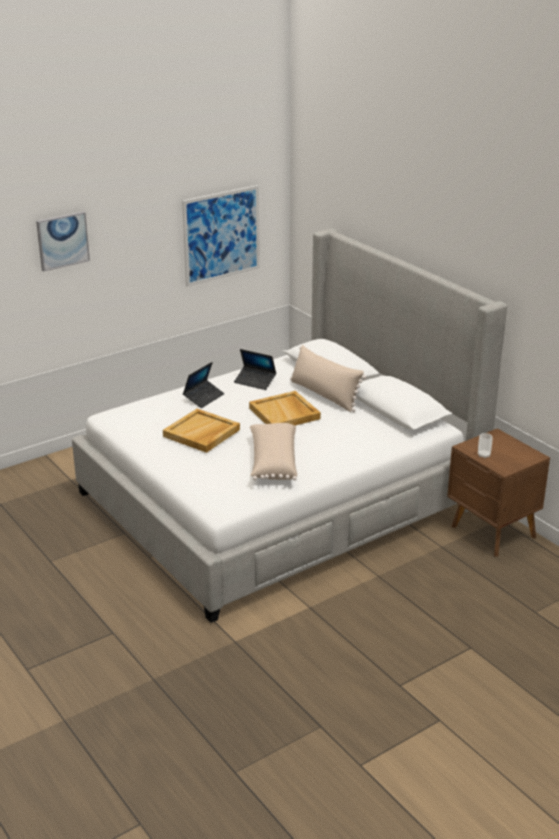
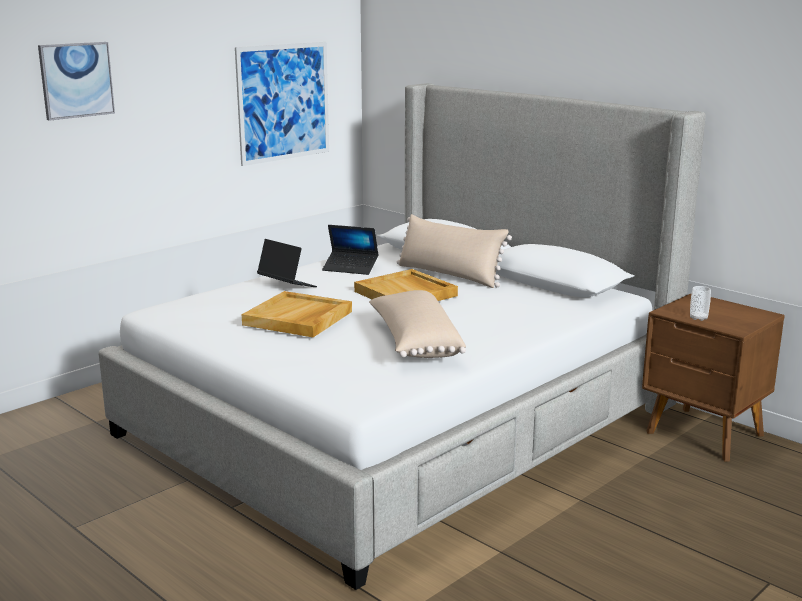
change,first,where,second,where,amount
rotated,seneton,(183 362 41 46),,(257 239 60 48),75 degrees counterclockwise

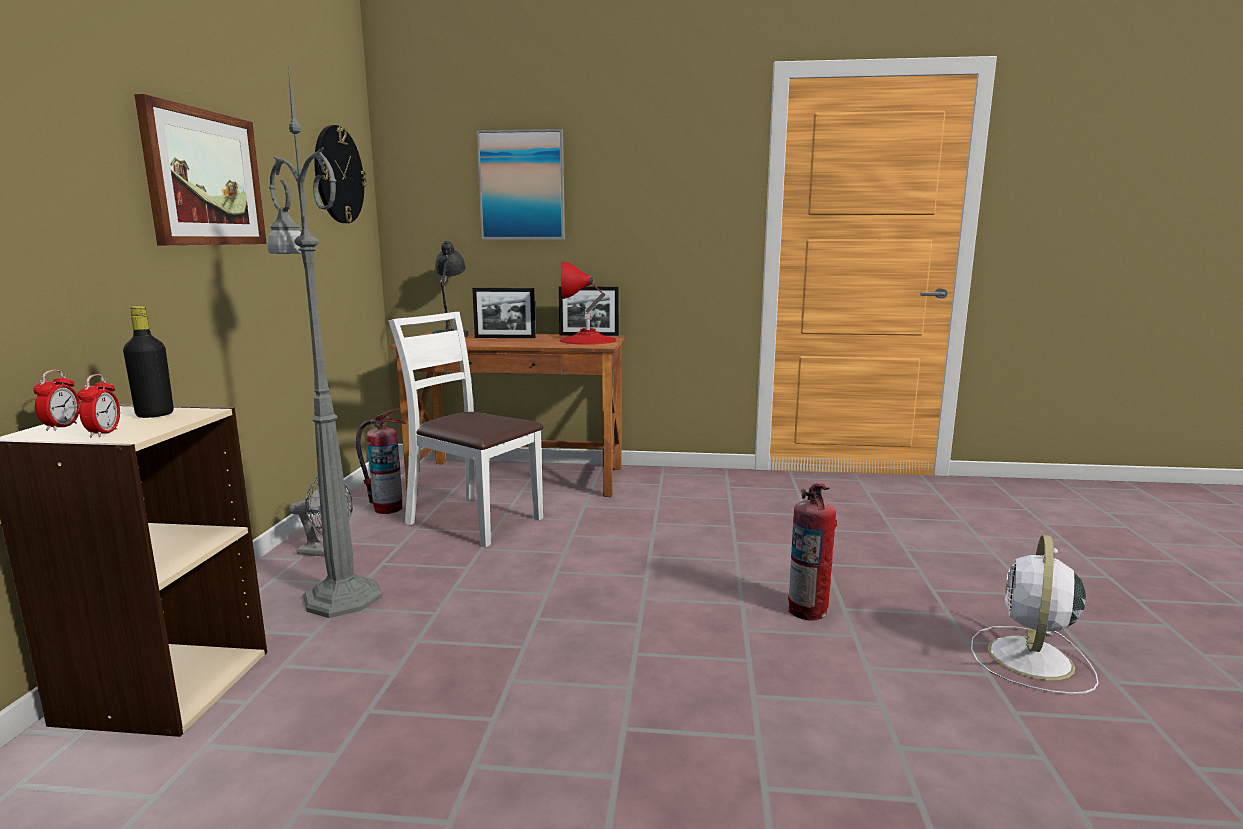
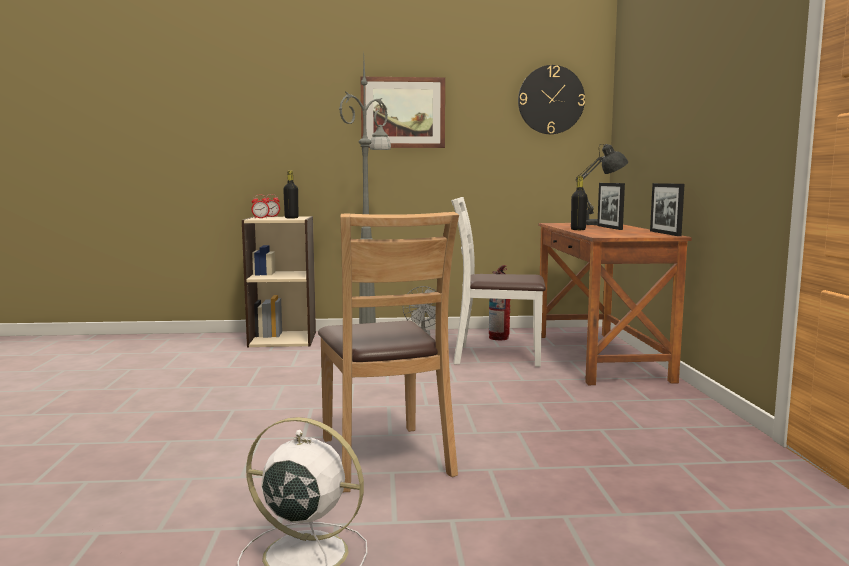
change,first,where,second,where,amount
swapped,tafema,(788 483 49 138),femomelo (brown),(318 212 141 280),
rotated,femomelo (white),(388 312 156 235),,(451 197 95 170),105 degrees counterclockwise
new,,,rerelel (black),(571 176 16 54),
gone,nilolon,(476 129 89 110),,,
gone,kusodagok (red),(560 261 57 84),,,

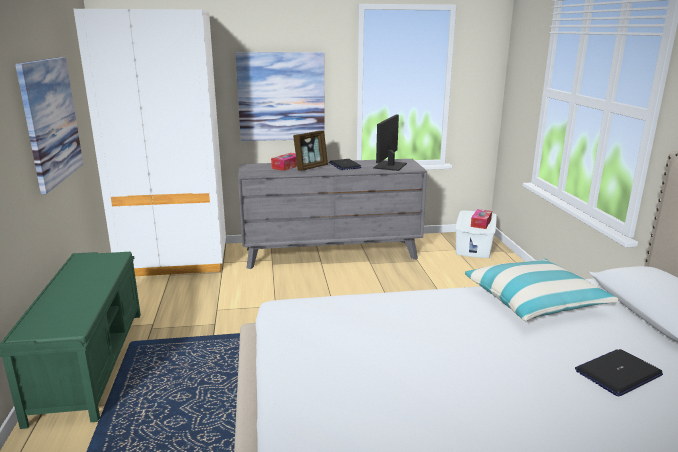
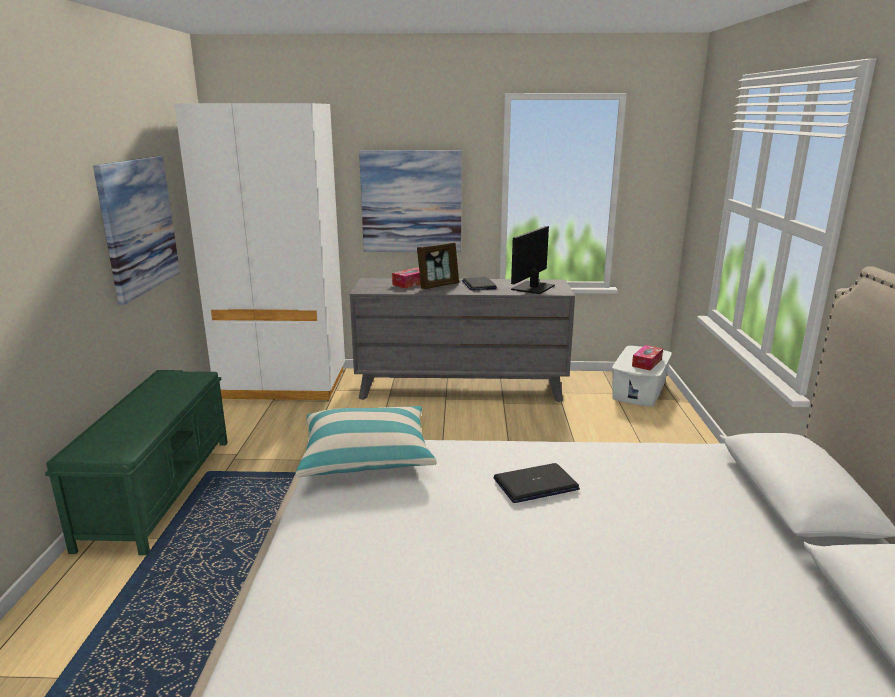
change,first,where,second,where,amount
shifted,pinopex,(465 259 154 62),,(296 406 141 71),
shifted,seneton,(575 349 88 47),,(494 463 86 40),

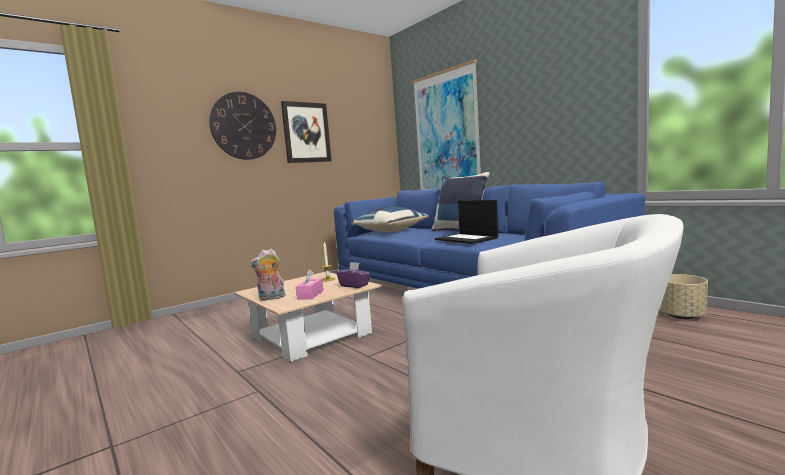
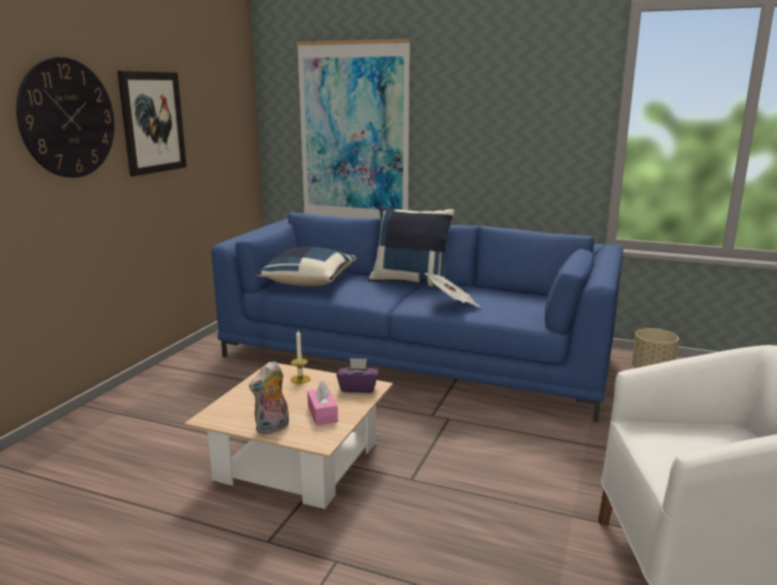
change,first,where,second,where,amount
swapped,seneton,(435 200 63 44),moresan,(425 273 55 34),

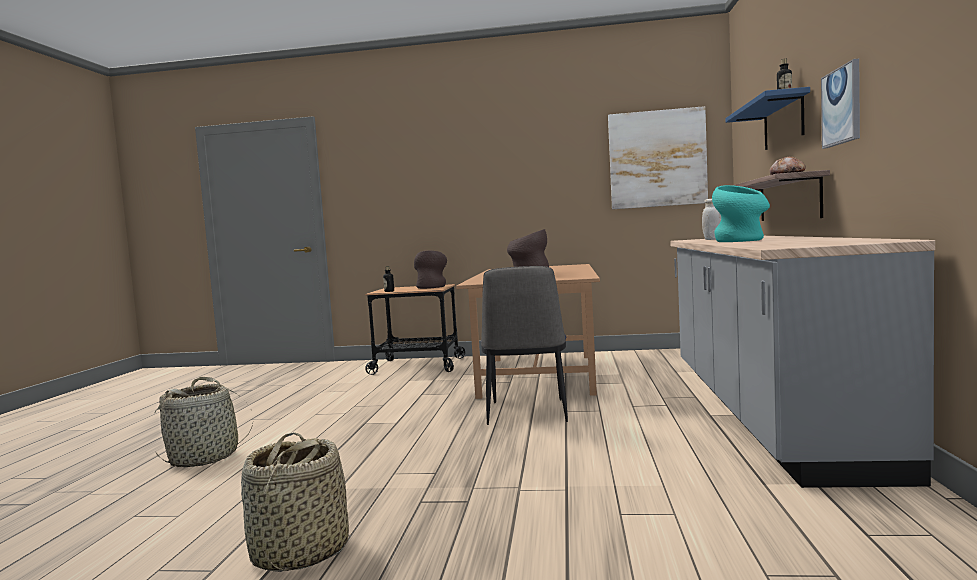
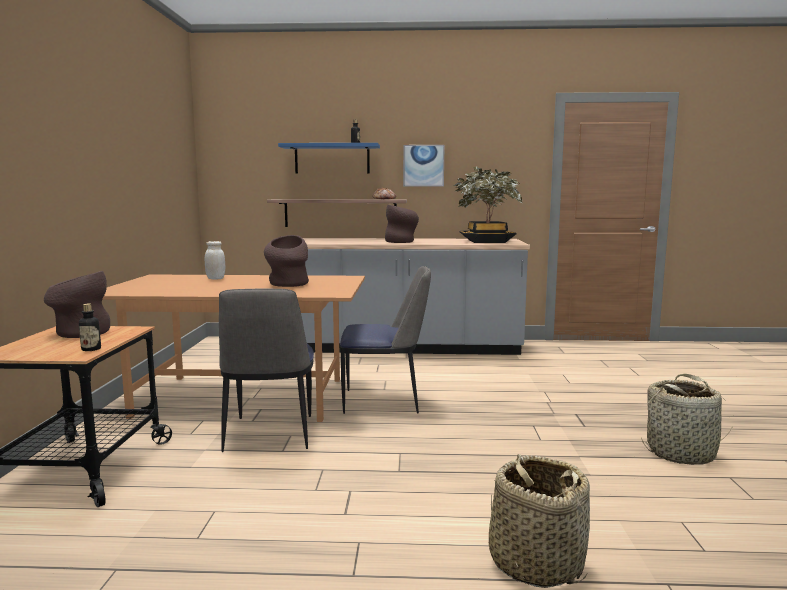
change,first,where,second,where,amount
shifted,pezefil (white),(702 199 19 41),,(205 241 20 39),
new,,,femomelo,(219 289 95 163),
repainted,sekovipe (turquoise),(712 185 58 57),sekovipe (brown),(385 205 34 38),
new,,,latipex,(454 166 69 77),
gone,nilolon,(608 106 100 103),,,

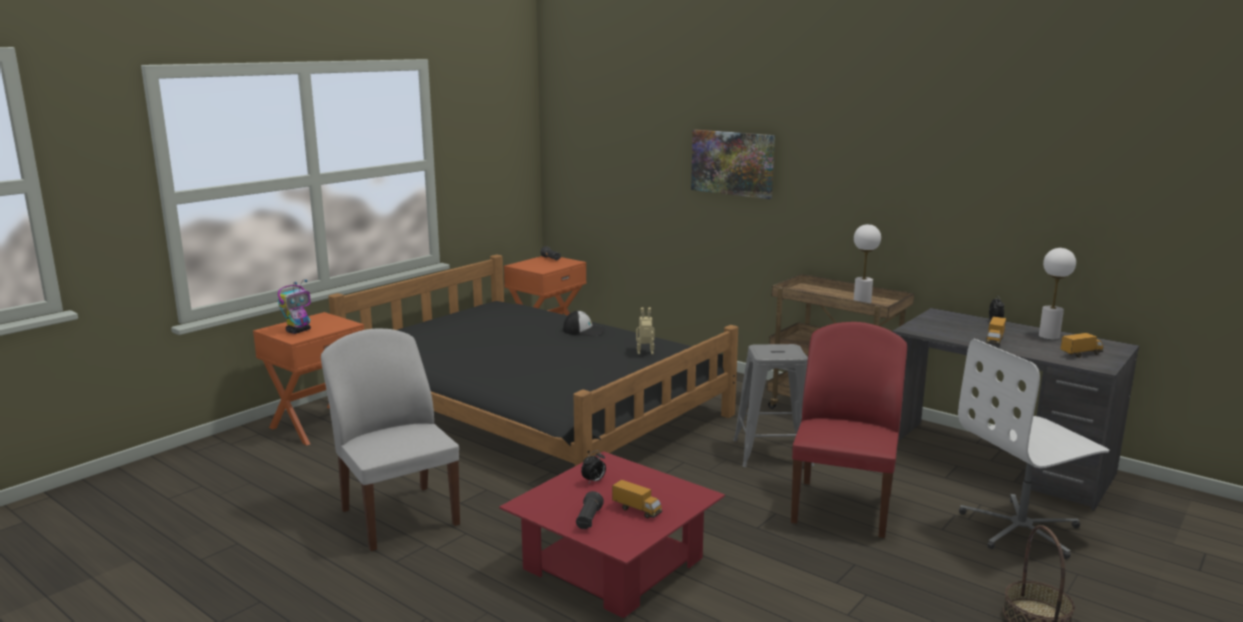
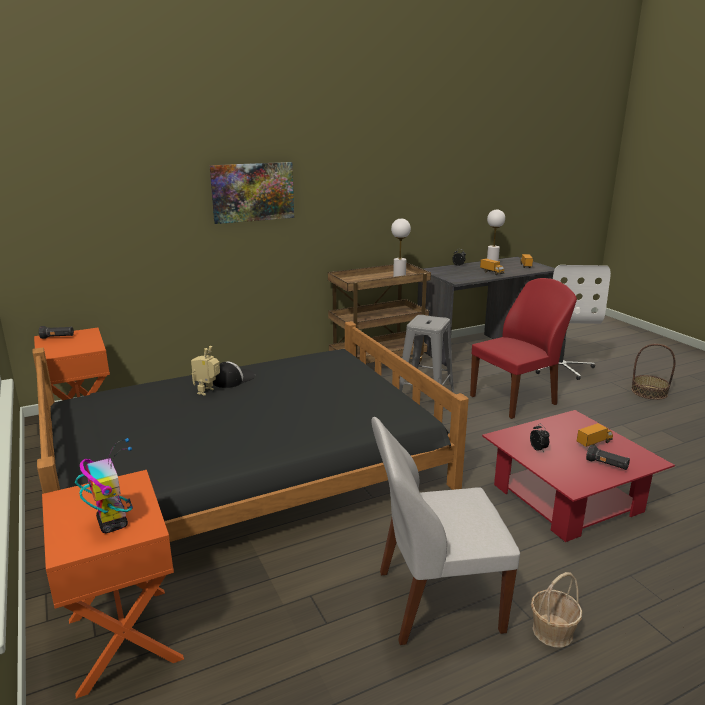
change,first,where,second,where,amount
shifted,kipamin,(636 307 19 47),,(191 346 29 50),
rotated,femomelo (red),(791 322 116 216),,(470 278 107 141),105 degrees clockwise
new,,,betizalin,(531 572 51 75),

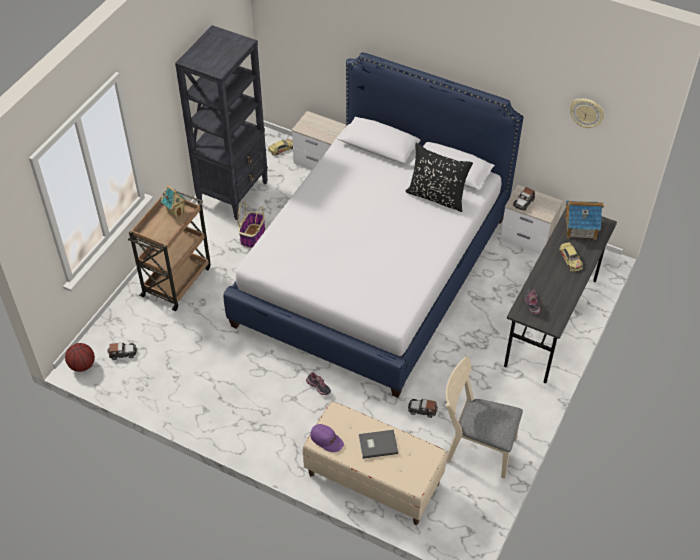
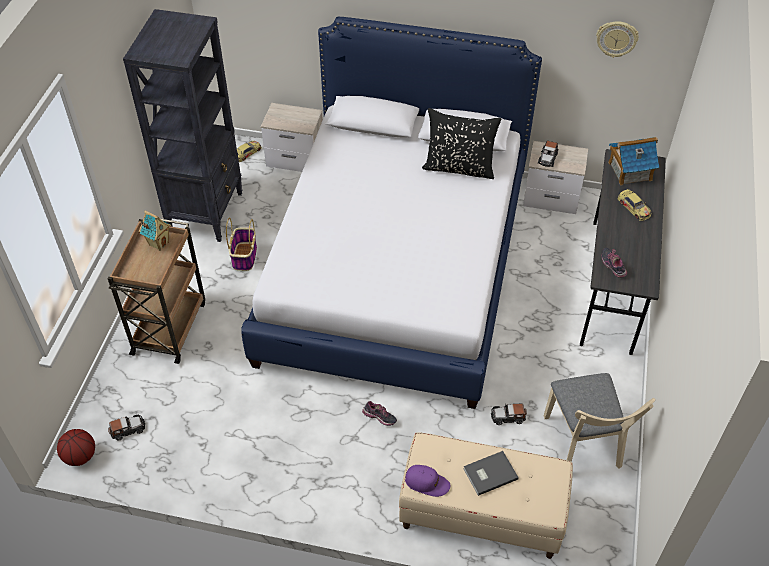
change,first,where,second,where,amount
rotated,femomelo (beige),(446 356 77 123),,(544 373 112 96),105 degrees counterclockwise

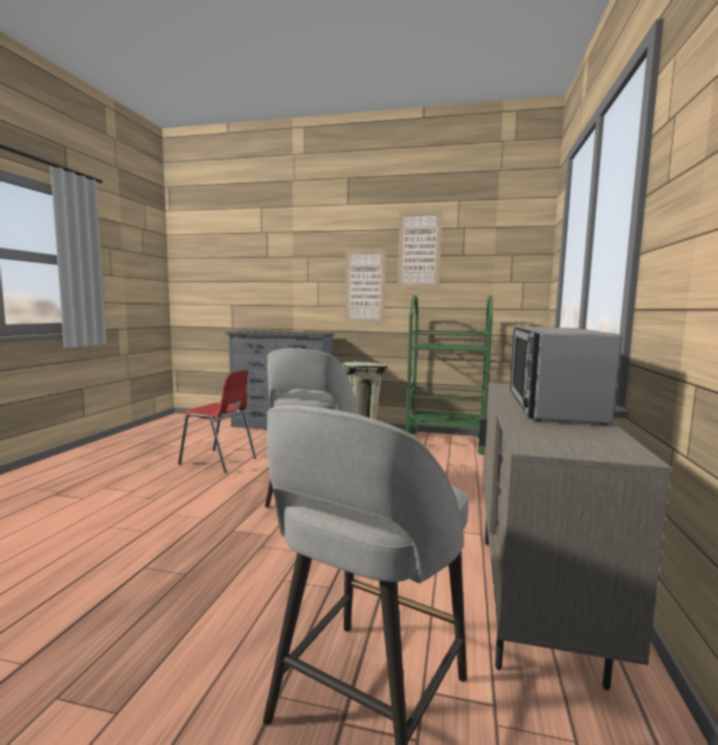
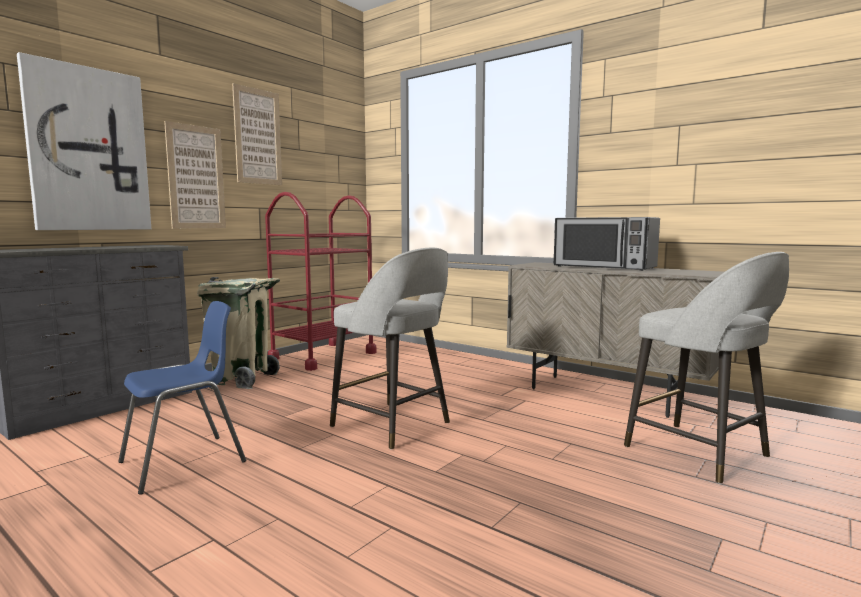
change,first,where,second,where,amount
new,,,nilolon,(17 52 134 178),
repainted,femomelo (red),(178 370 78 103),femomelo (blue),(118 301 128 194),
repainted,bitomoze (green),(406 295 87 160),bitomoze (red),(265 192 112 179),

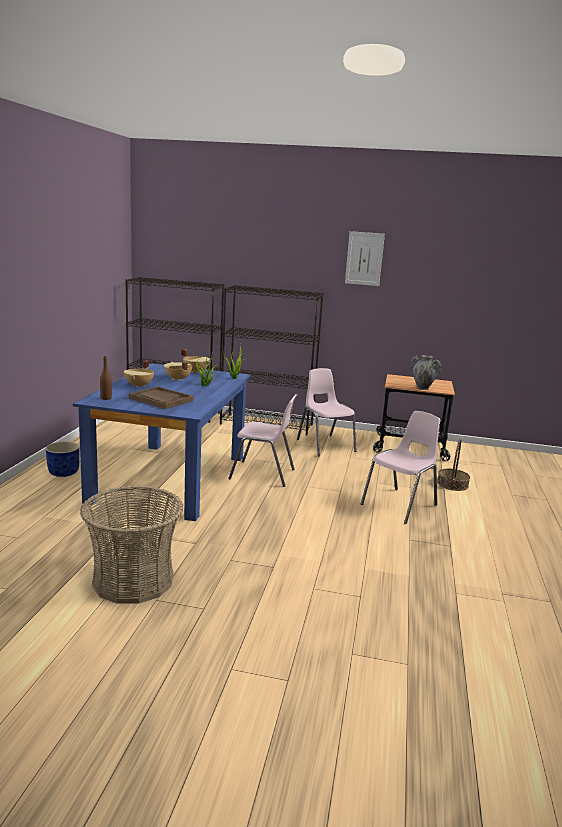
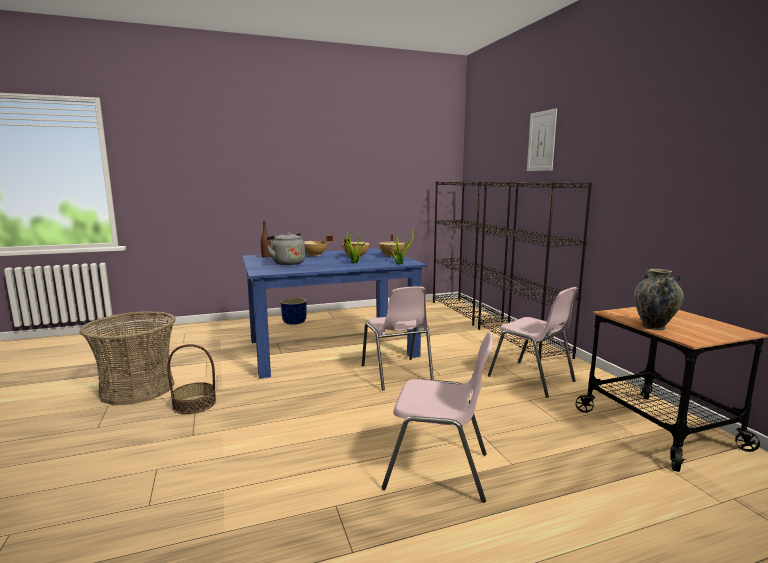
change,first,where,second,where,amount
shifted,betizalin,(437 439 33 52),,(167 344 49 70),
swapped,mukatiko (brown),(129 386 65 23),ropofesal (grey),(266 232 39 33),
rotated,femomelo (pink),(297 368 60 88),,(488 287 90 111),105 degrees clockwise
shifted,nilolon,(345 231 40 55),,(527 108 30 63),

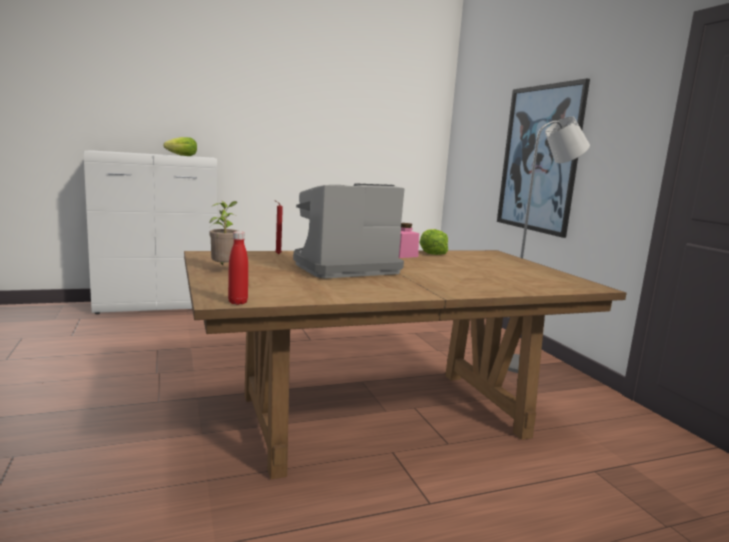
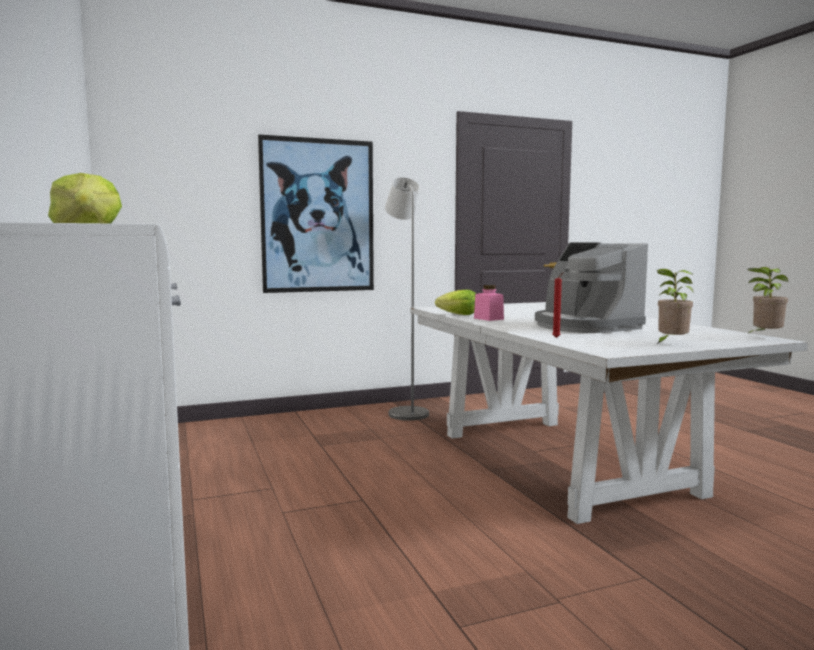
change,first,where,second,where,amount
repainted,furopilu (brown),(184 250 442 229),furopilu (white),(410 302 398 222),
swapped,rerelel (red),(228 231 20 74),latipex,(747 267 41 67),

